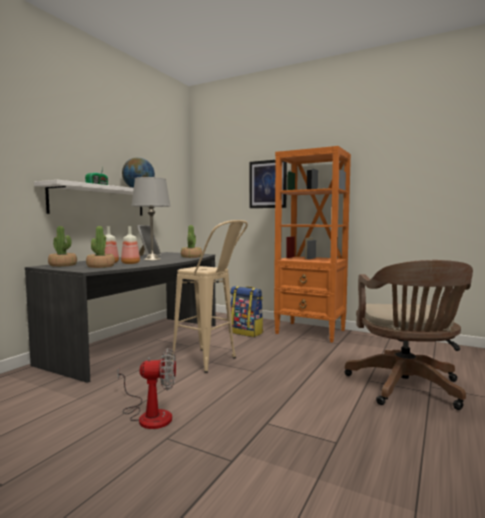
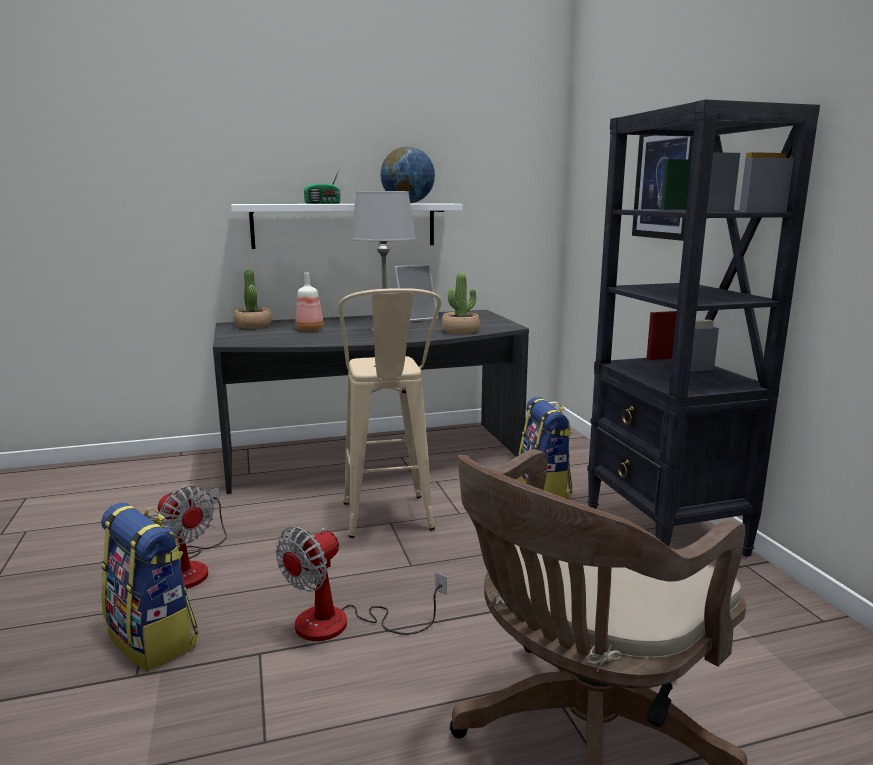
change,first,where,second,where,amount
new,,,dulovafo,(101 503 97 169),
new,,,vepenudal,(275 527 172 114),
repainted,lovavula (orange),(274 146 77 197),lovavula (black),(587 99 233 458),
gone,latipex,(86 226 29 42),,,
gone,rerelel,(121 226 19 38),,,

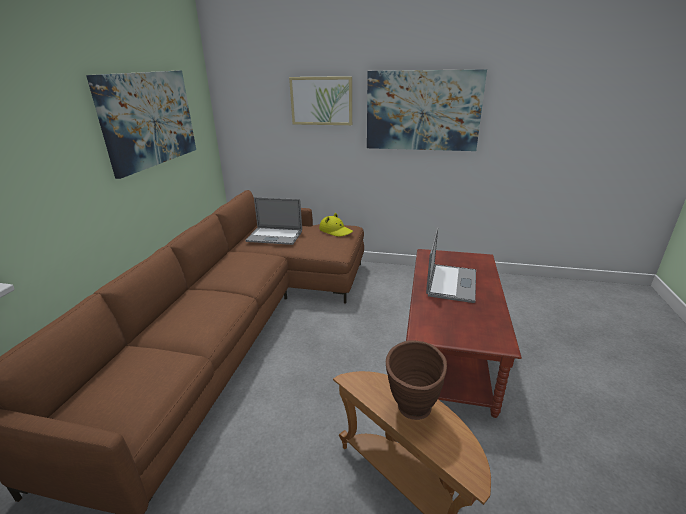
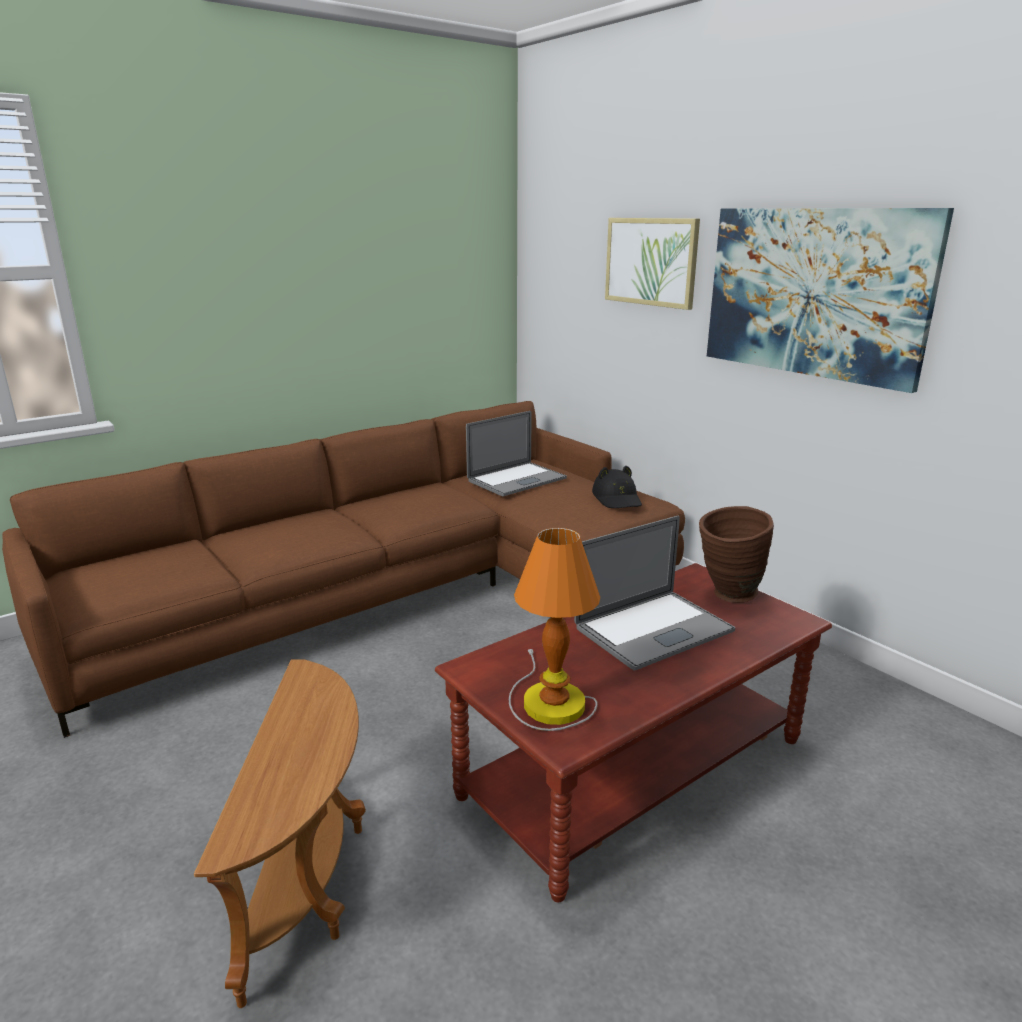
change,first,where,second,where,amount
rotated,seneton,(245 197 57 48),,(466 411 101 85),90 degrees counterclockwise
new,,,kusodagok,(509 528 91 203),
repainted,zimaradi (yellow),(319 213 34 24),zimaradi (black),(592 466 50 42),
shifted,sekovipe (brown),(386 340 61 80),,(699 506 75 97),
gone,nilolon,(86 70 110 109),,,

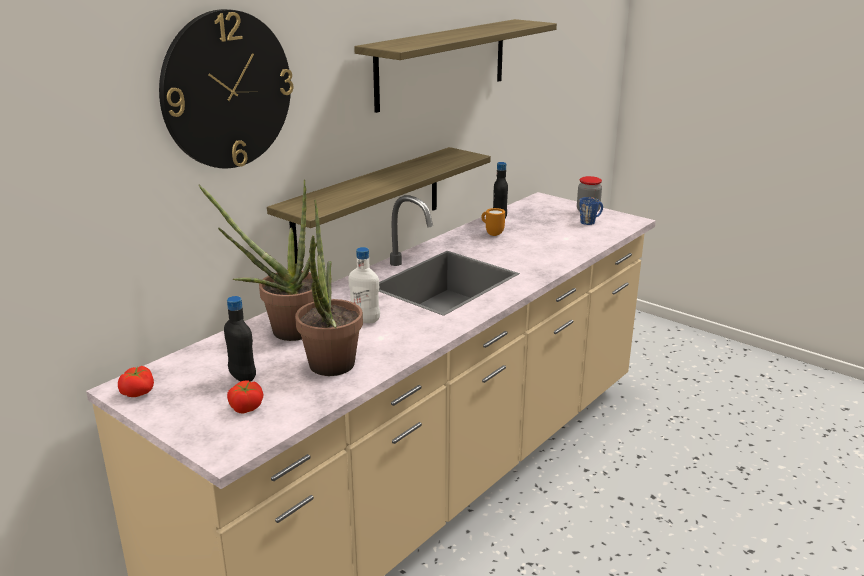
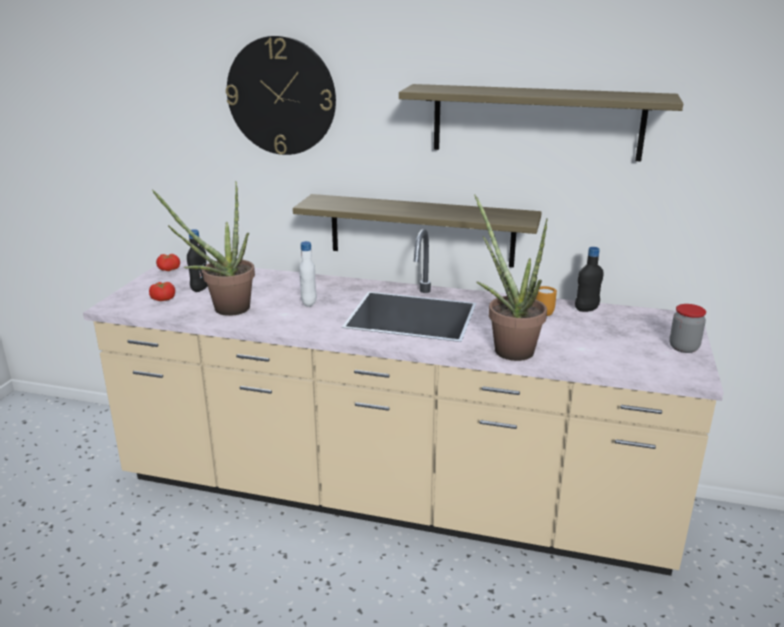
change,first,where,second,where,amount
shifted,latipex,(198 179 121 162),,(474 195 74 166),
gone,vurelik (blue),(579 197 24 28),,,

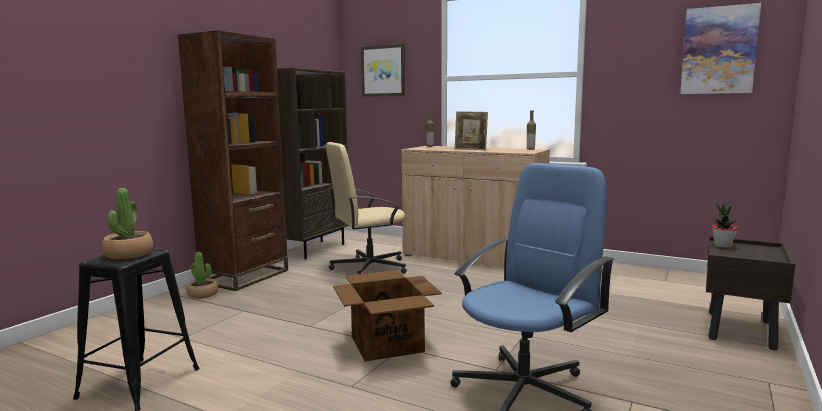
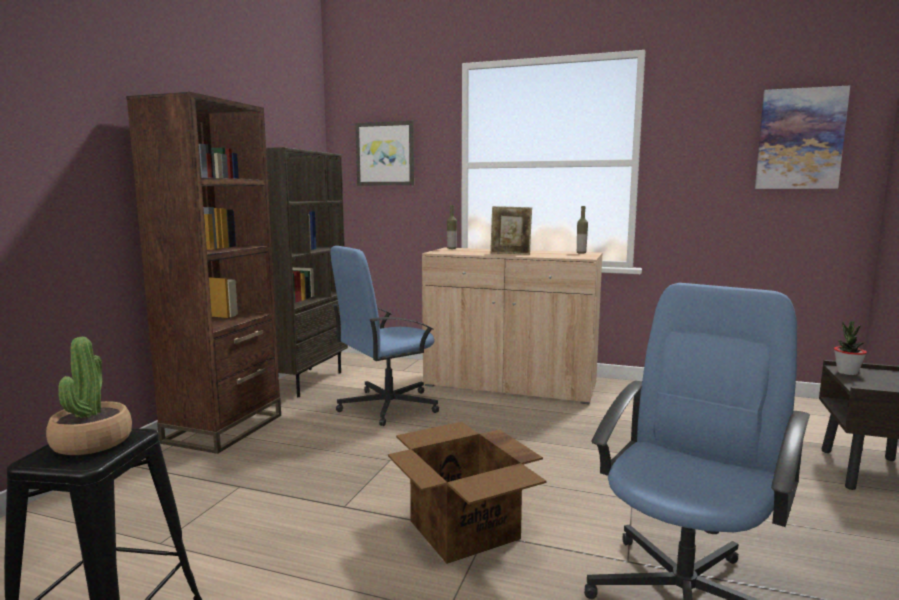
change,first,where,second,where,amount
repainted,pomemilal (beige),(326 142 81 132),pomemilal (blue),(331 246 108 180),
gone,latipex,(187 252 31 47),,,

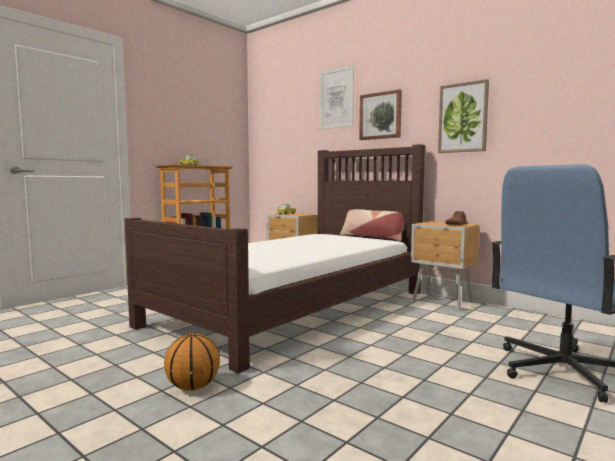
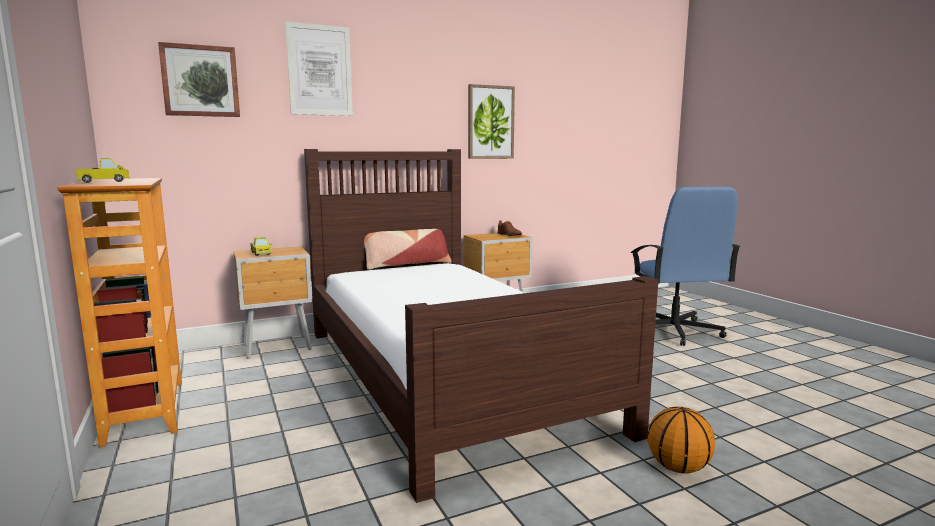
change,first,where,second,where,amount
shifted,nilolon,(359 89 43 51),,(158 42 82 75),

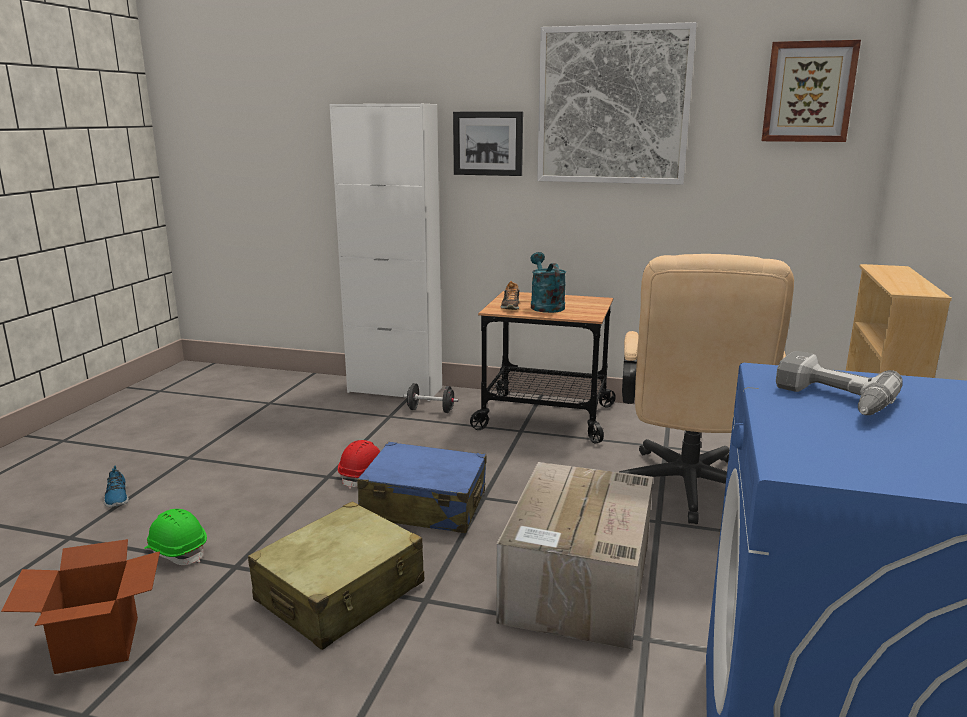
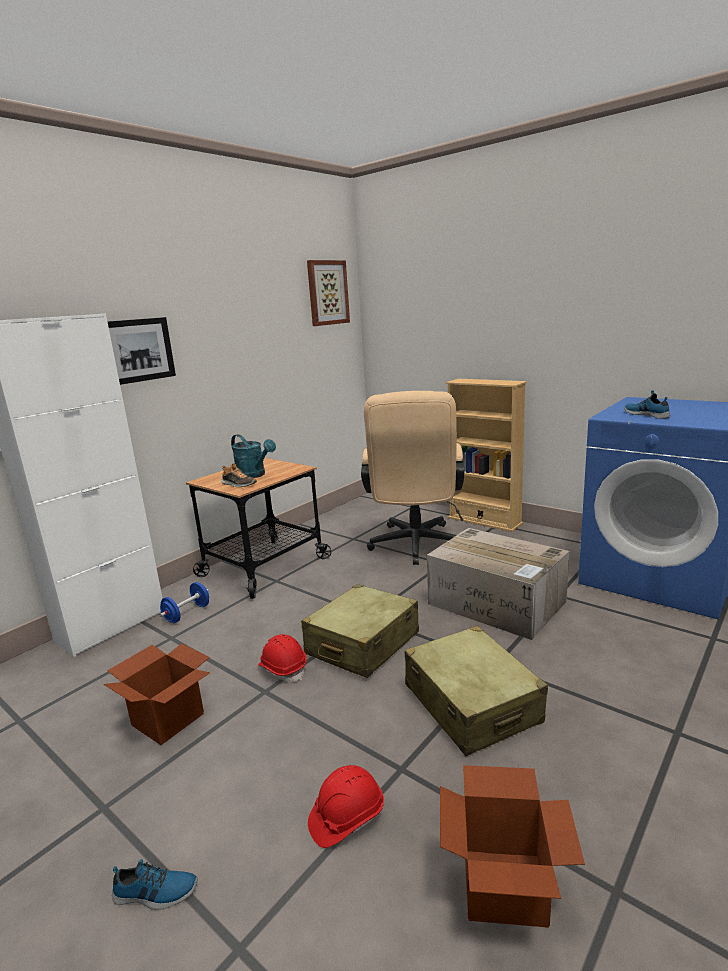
change,first,where,second,where,amount
new,,,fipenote,(103 643 107 102),
repainted,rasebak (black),(403 383 55 30),rasebak (blue),(160 582 49 41),
rotated,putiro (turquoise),(530 252 36 61),,(231 434 45 44),150 degrees counterclockwise
repainted,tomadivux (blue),(357 441 129 92),tomadivux (beige),(301 584 118 94),
repainted,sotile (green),(144 509 63 56),sotile (red),(308 765 76 83),
rotated,pomemilal (beige),(619 254 175 270),,(361 391 103 174),60 degrees clockwise
swapped,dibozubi,(776 351 127 64),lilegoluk,(624 390 46 29),
gone,nilolon,(537 22 160 163),,,

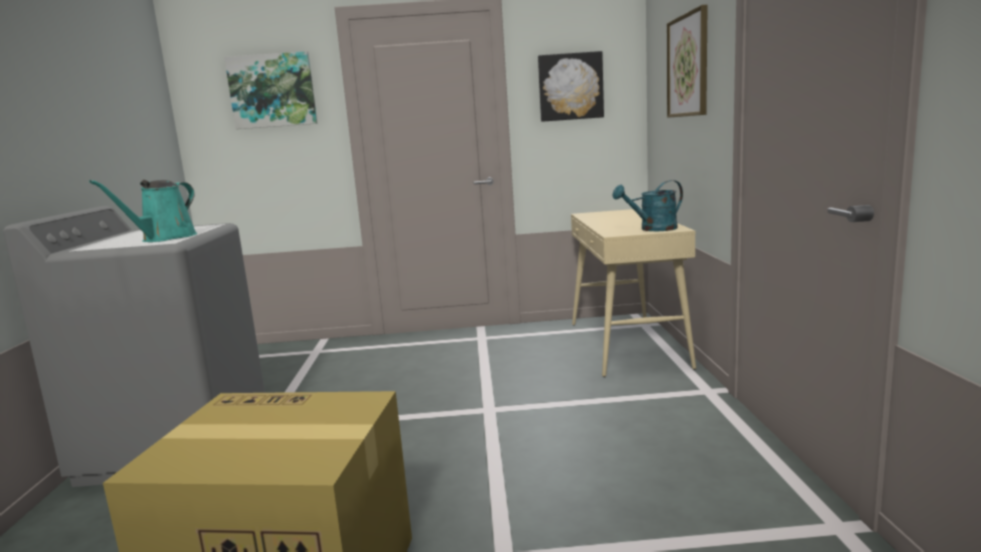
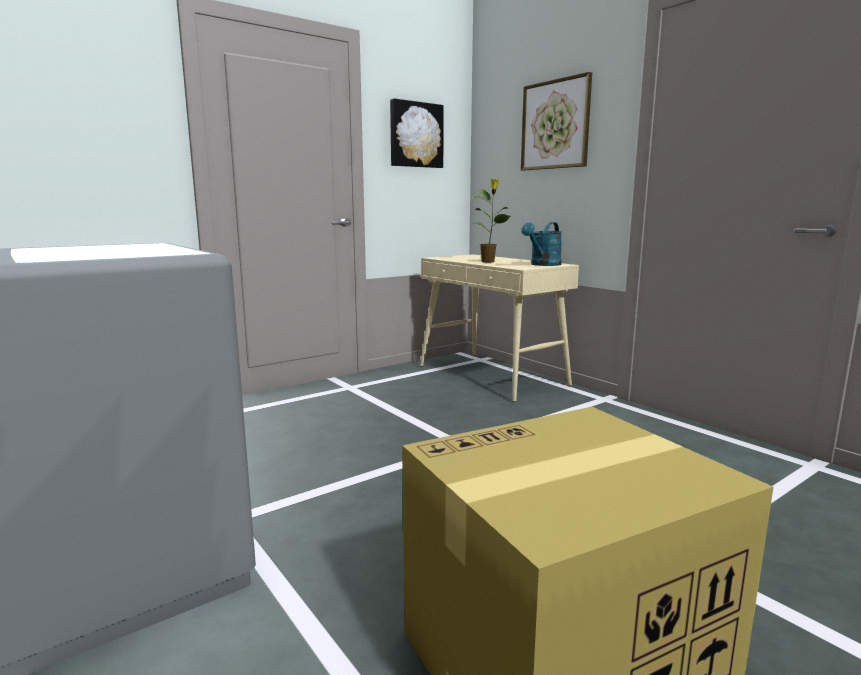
change,first,where,second,where,amount
new,,,latipex,(472 179 38 83),
gone,putiro (turquoise),(89 180 108 62),,,
gone,nilolon,(224 51 93 78),,,

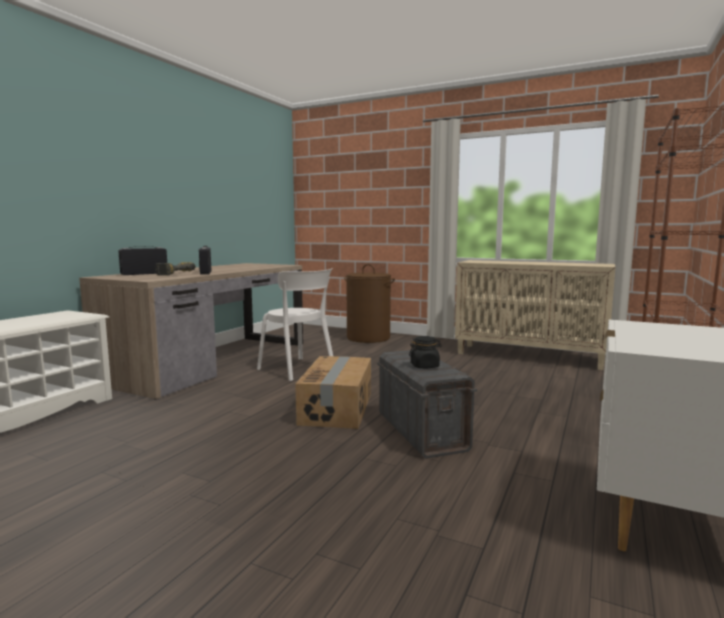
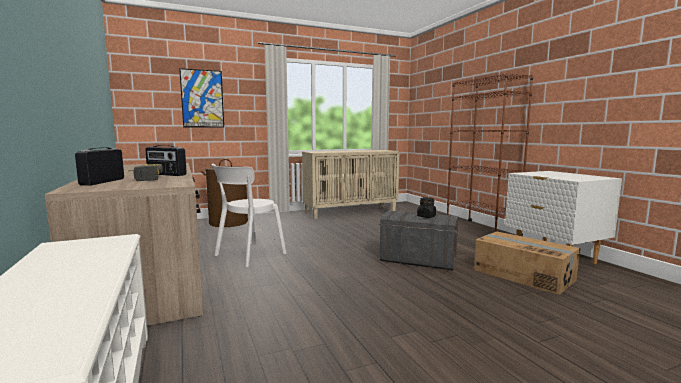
change,first,where,second,where,amount
new,,,nilolon,(179 68 45 60),
rotated,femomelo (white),(257 268 76 113),,(211 164 75 103),135 degrees clockwise
shifted,fipenote,(295 356 76 73),,(474 232 106 63),

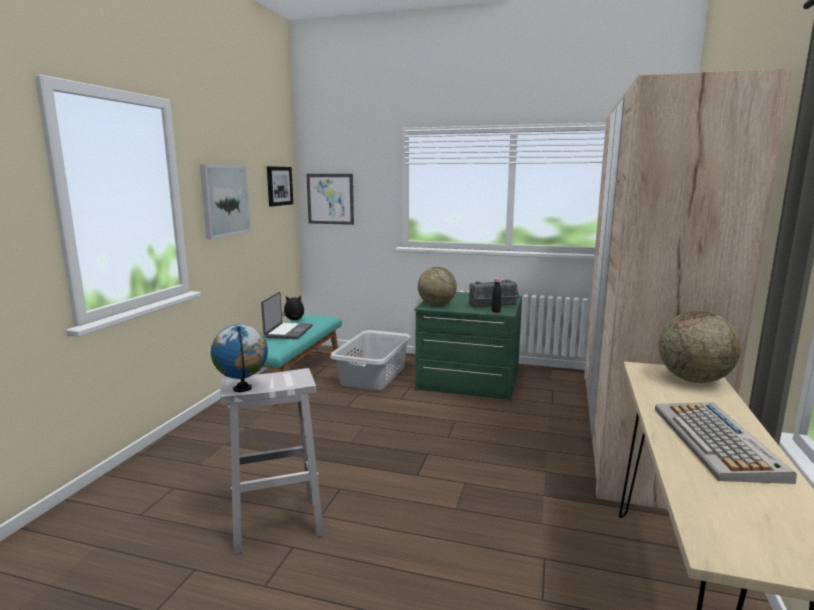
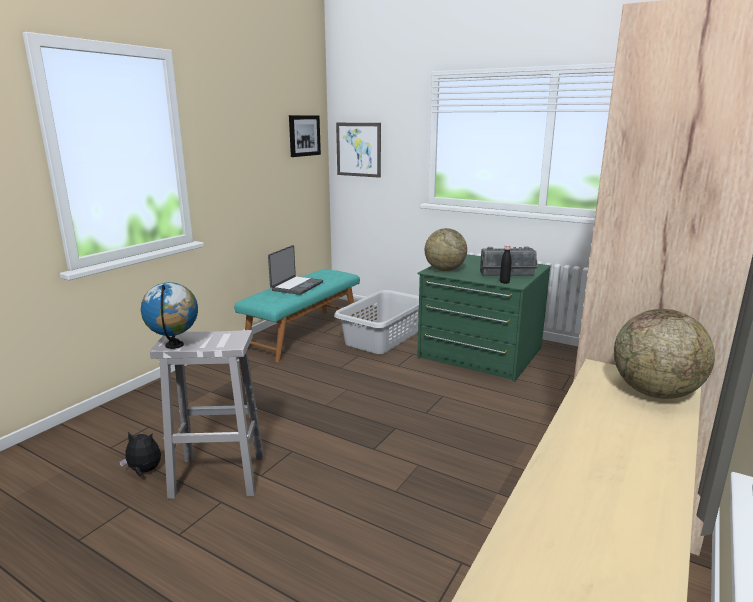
change,first,where,second,where,amount
shifted,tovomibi,(282 296 22 24),,(119 432 42 45),
gone,nilolon,(200 164 51 75),,,
gone,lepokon,(655 402 142 82),,,

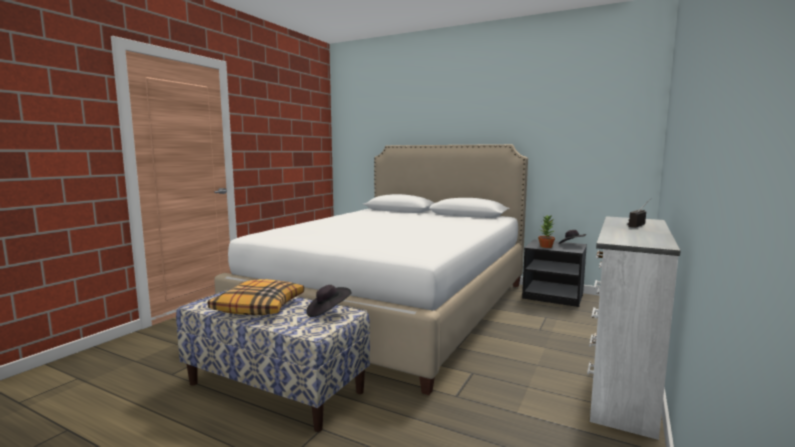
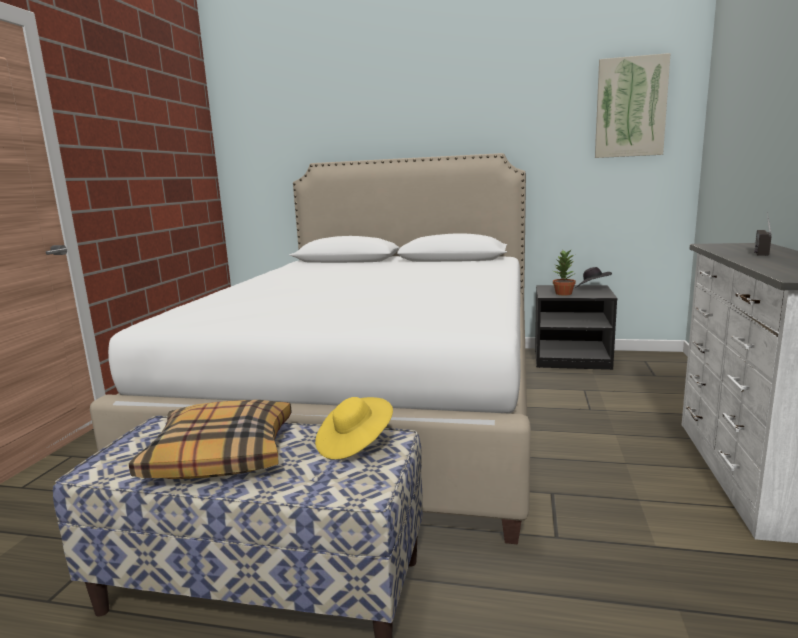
change,first,where,second,where,amount
repainted,zimaradi (black),(307 285 44 32),zimaradi (yellow),(315 397 78 63),
new,,,nilolon,(595 53 76 105),

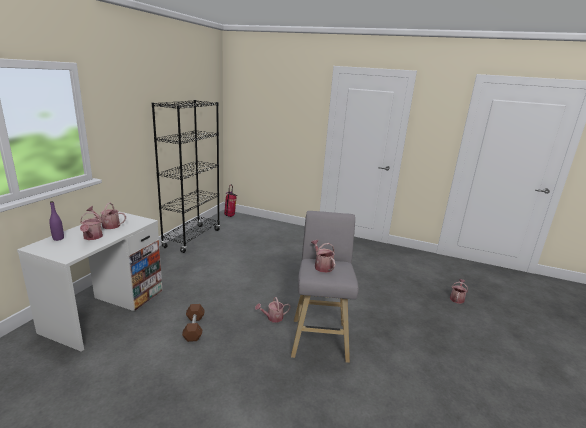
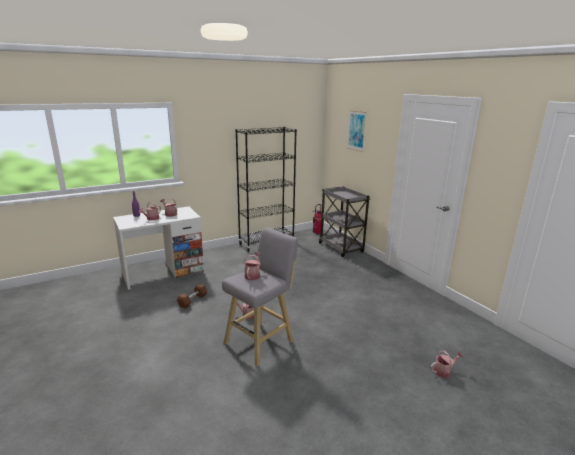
change,first,where,second,where,amount
new,,,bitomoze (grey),(318 186 53 71),
new,,,nilolon,(347 110 20 42),

